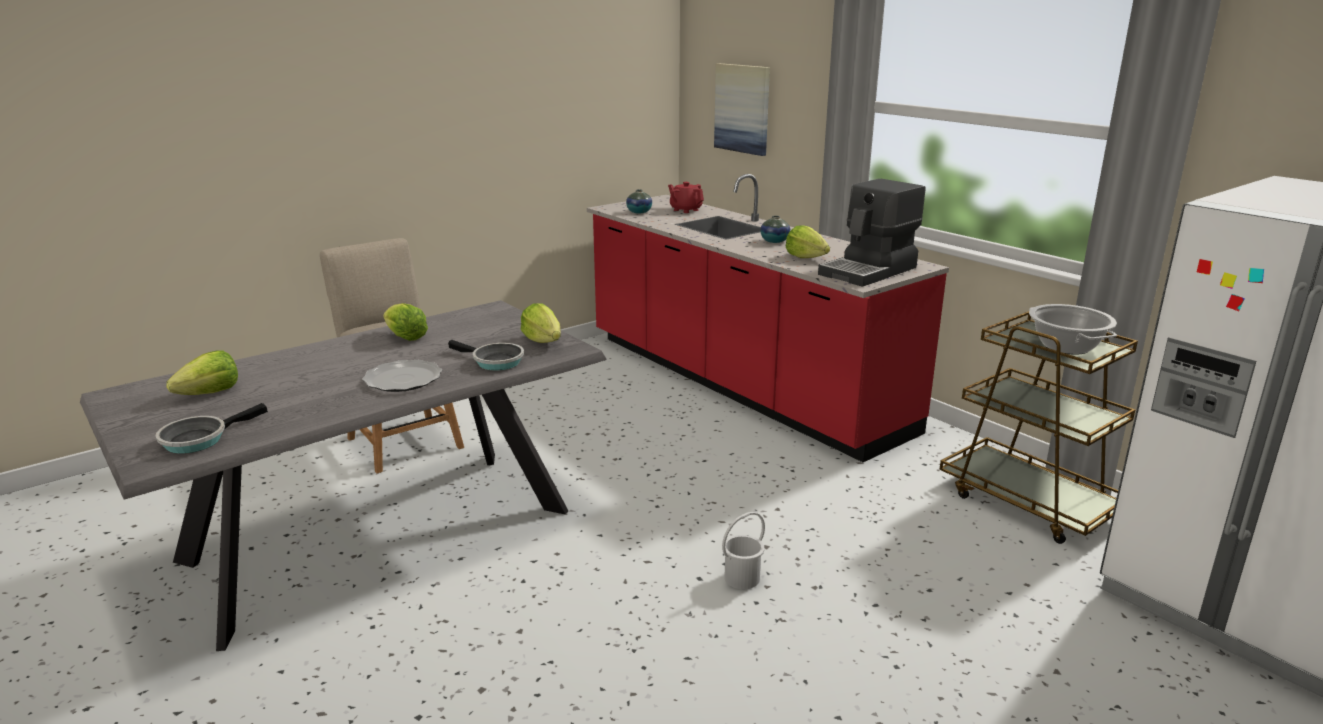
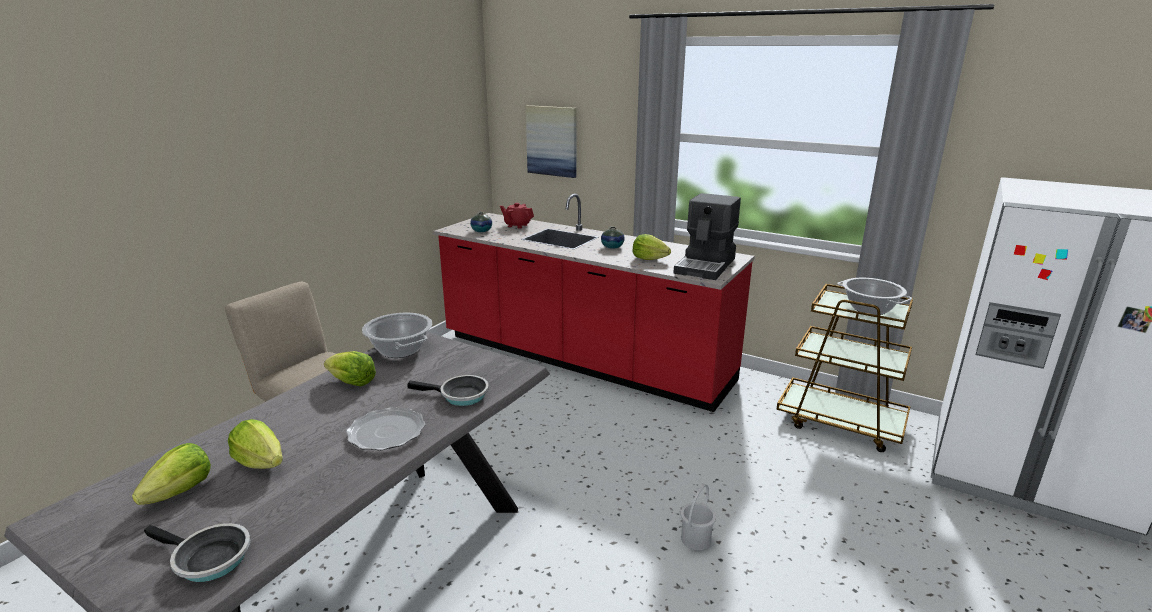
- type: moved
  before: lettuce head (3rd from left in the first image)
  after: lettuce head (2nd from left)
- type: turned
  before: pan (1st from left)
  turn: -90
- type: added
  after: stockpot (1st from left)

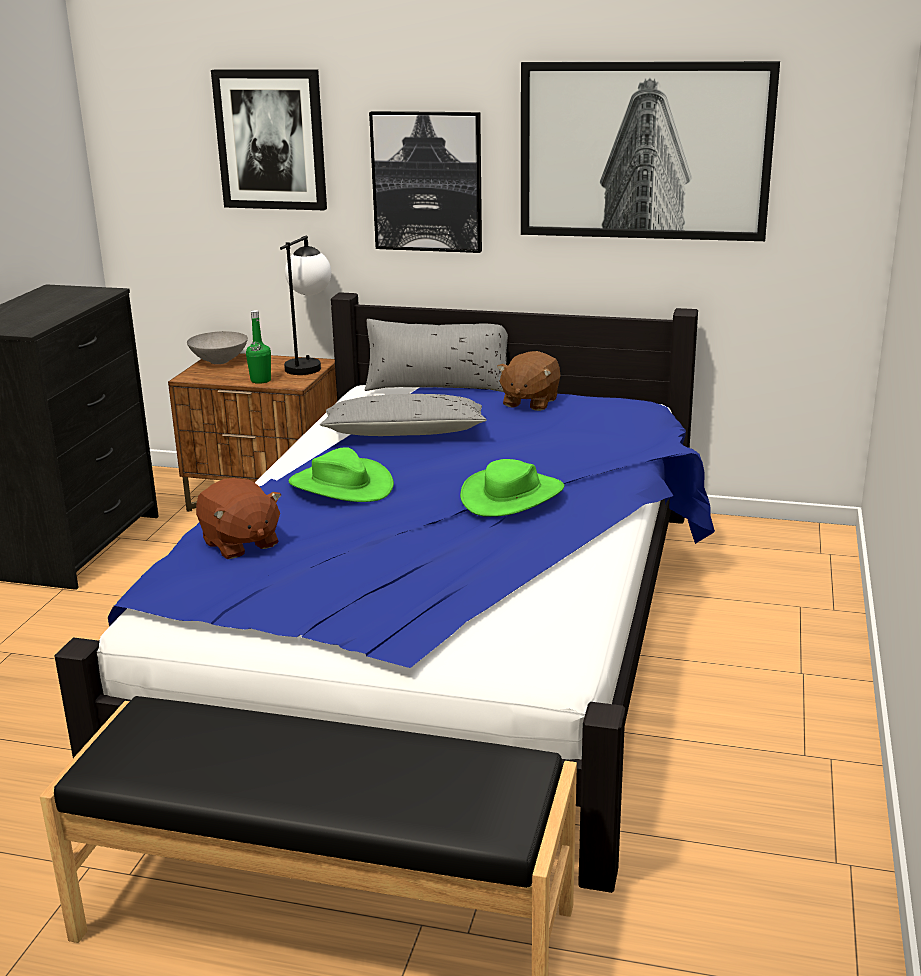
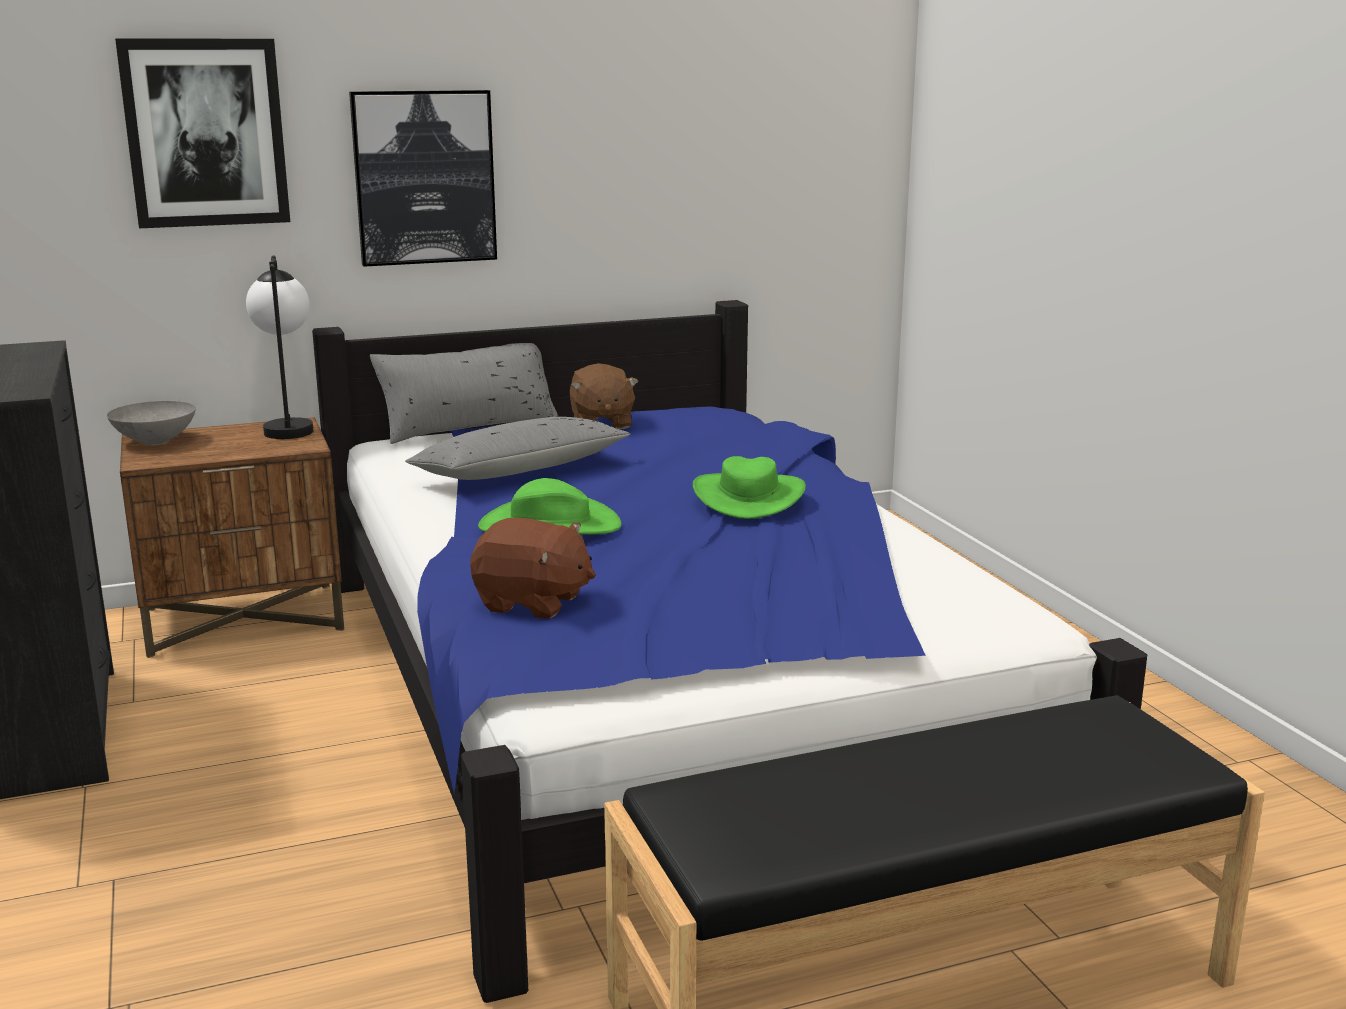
- type: removed
  before: wall picture (3rd from left)
- type: removed
  before: green-coloured drink bottle

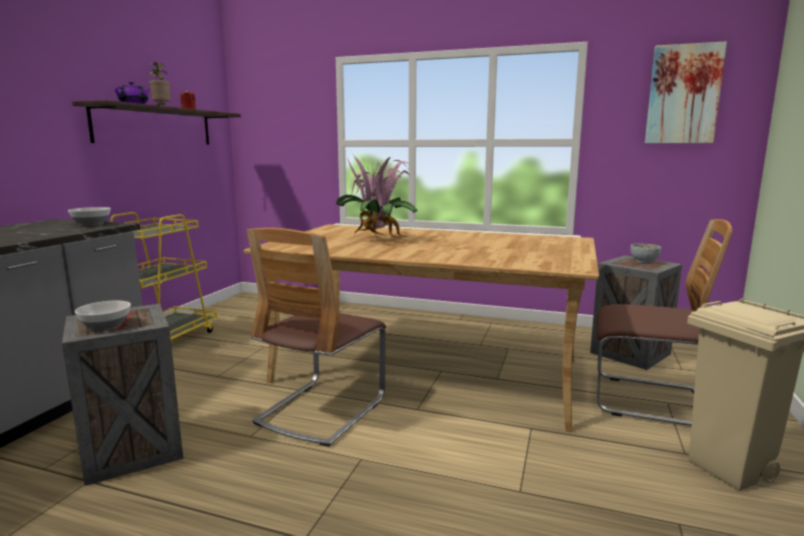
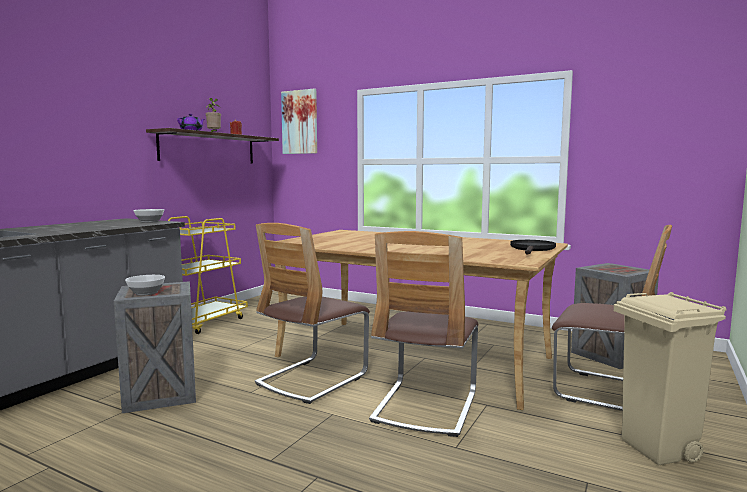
- type: moved
  before: wall picture
- type: removed
  before: houseplant (2nd from left)
- type: removed
  before: bowl (3rd from left)
- type: added
  after: chair (2nd from left)
- type: added
  after: black-coloured pan

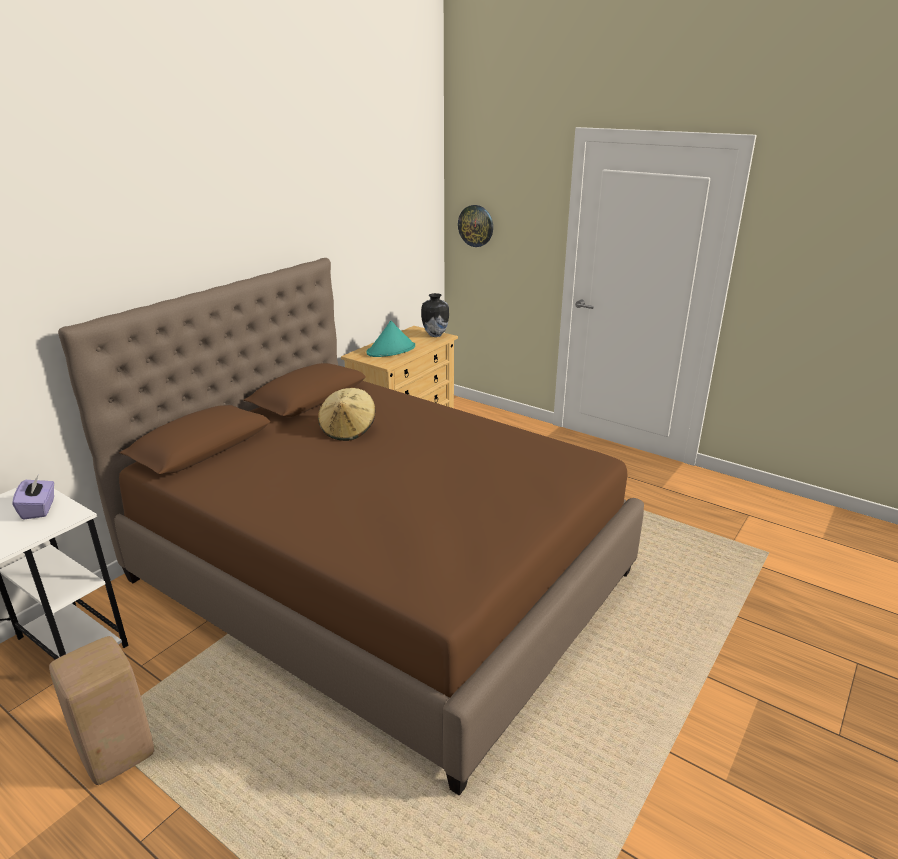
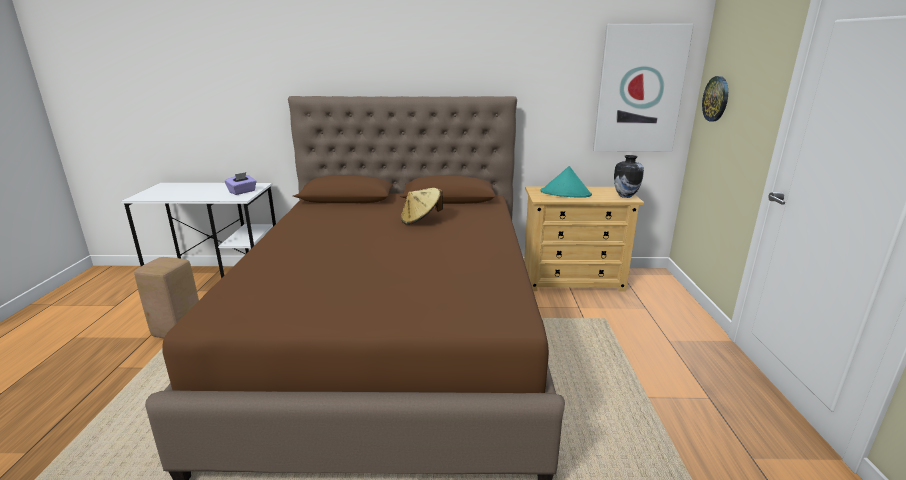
- type: added
  after: wall picture

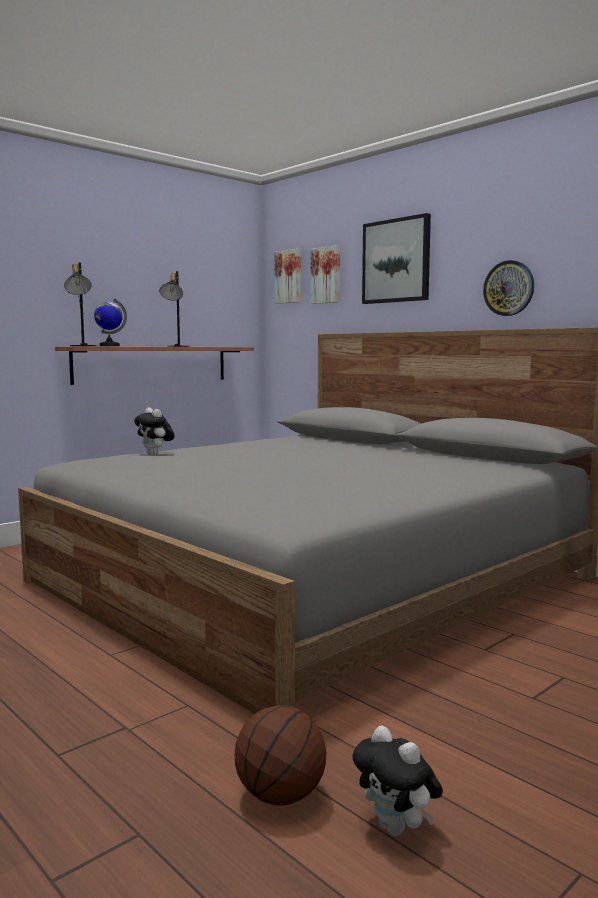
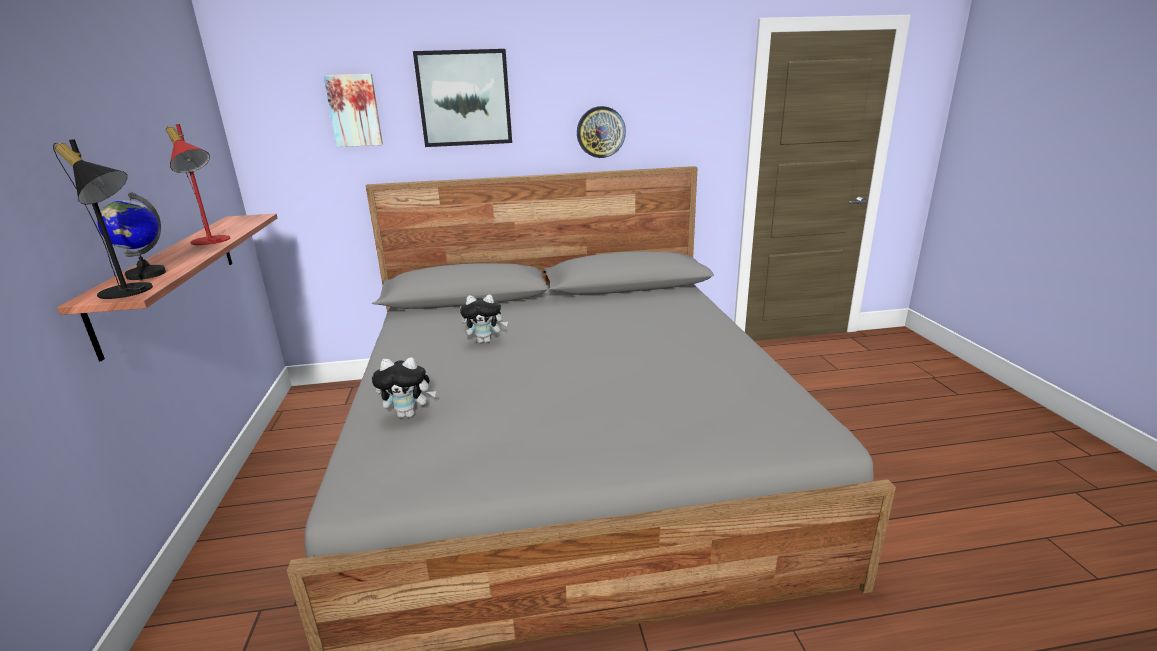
- type: removed
  before: wall picture (1st from left)
- type: recoloured
  before: black-coloured tabletop lamp (2nd from left)
  after: red-coloured tabletop lamp
- type: removed
  before: ball for basketball
- type: moved
  before: plush toy (2nd from left)

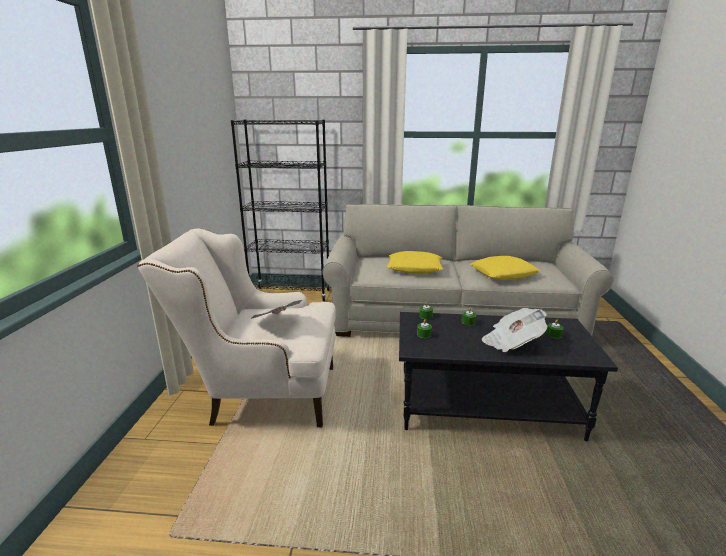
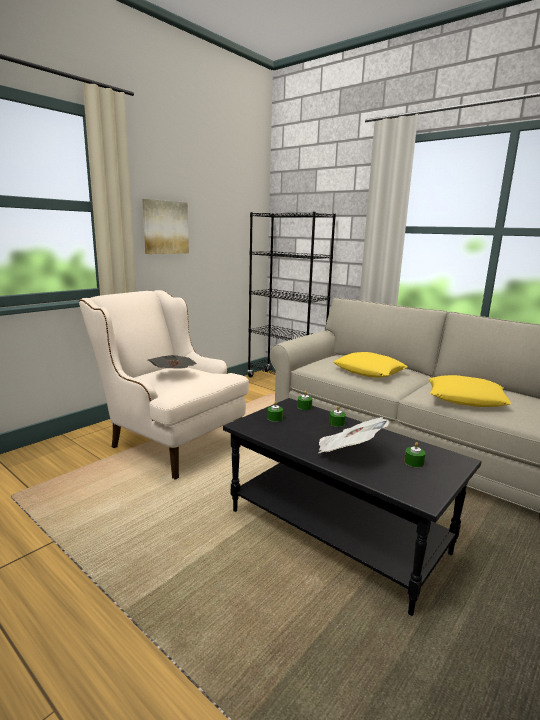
- type: added
  after: wall picture

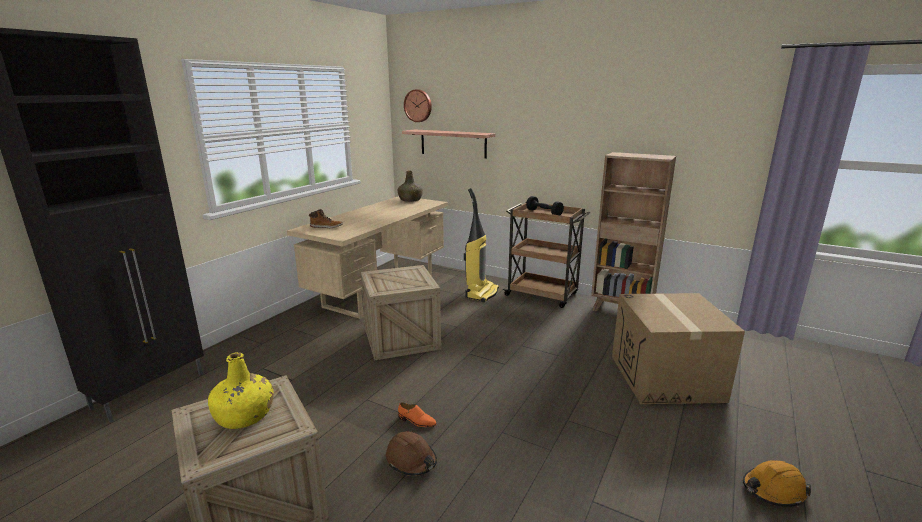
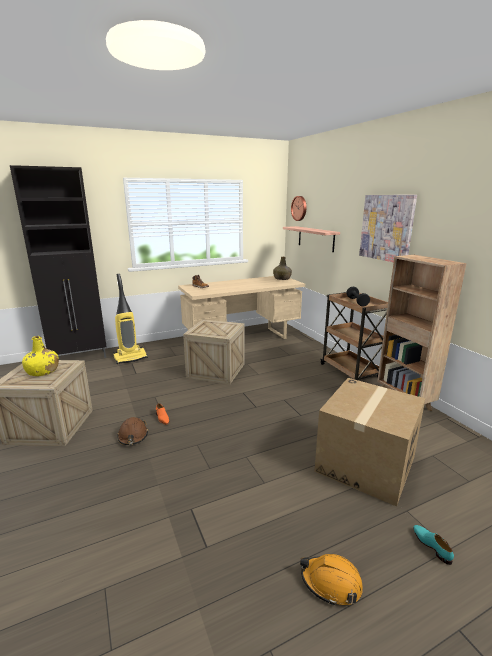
- type: moved
  before: vacuum
- type: added
  after: wall picture
- type: added
  after: turquoise-coloured item of footwear

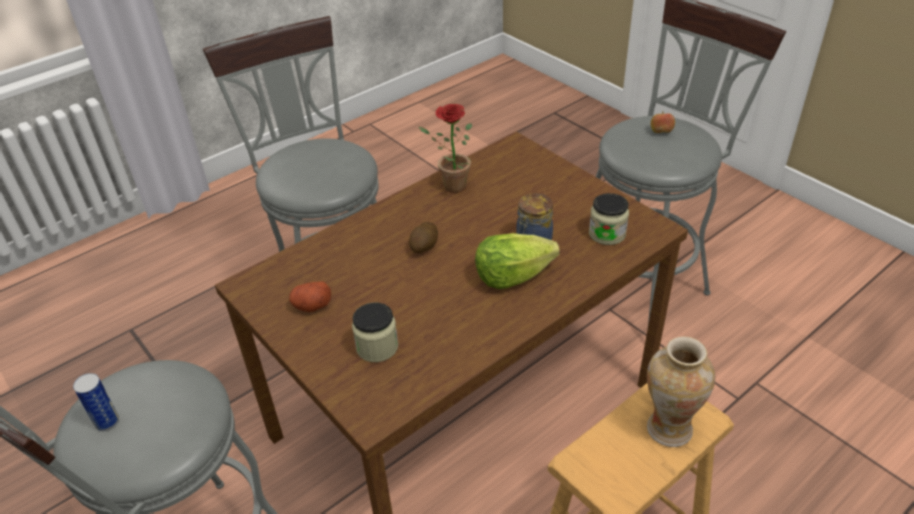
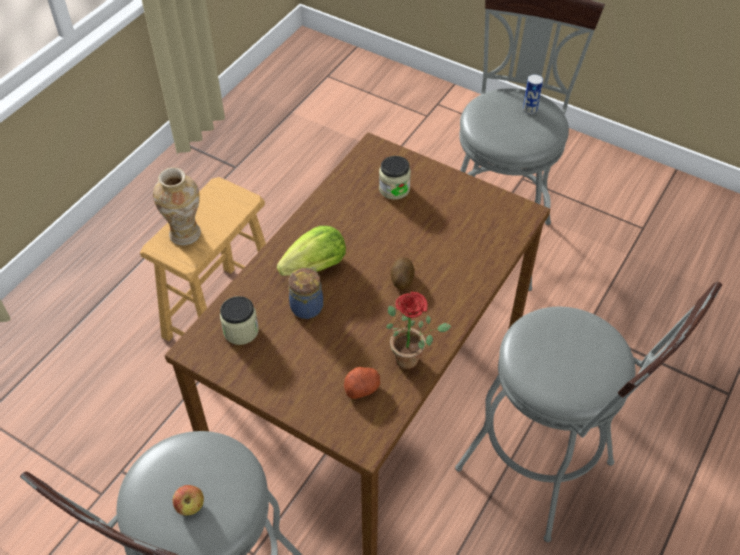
- type: moved
  before: potato (1st from left)

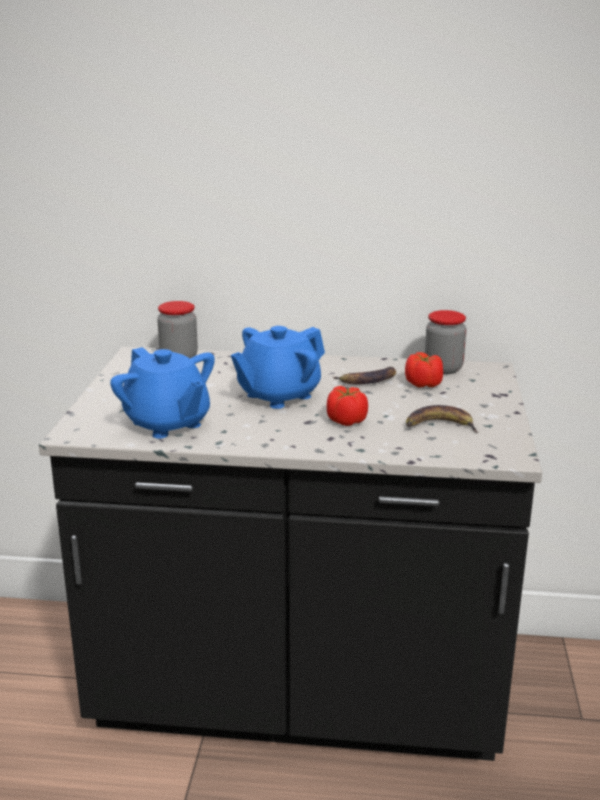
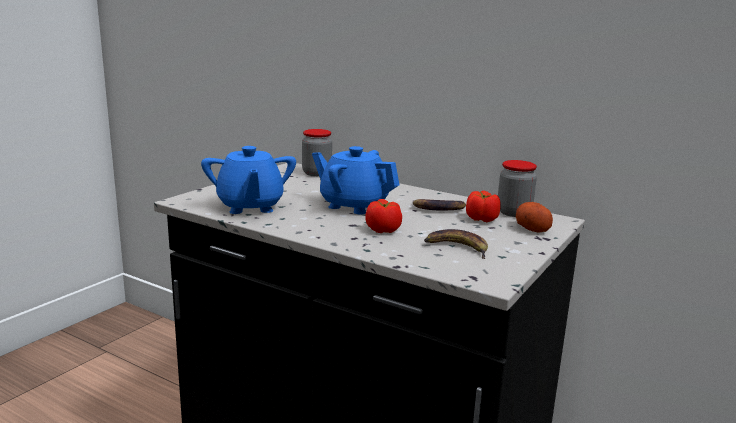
- type: turned
  before: bluish pot for tea (2nd from left)
  turn: 45
- type: added
  after: potato

